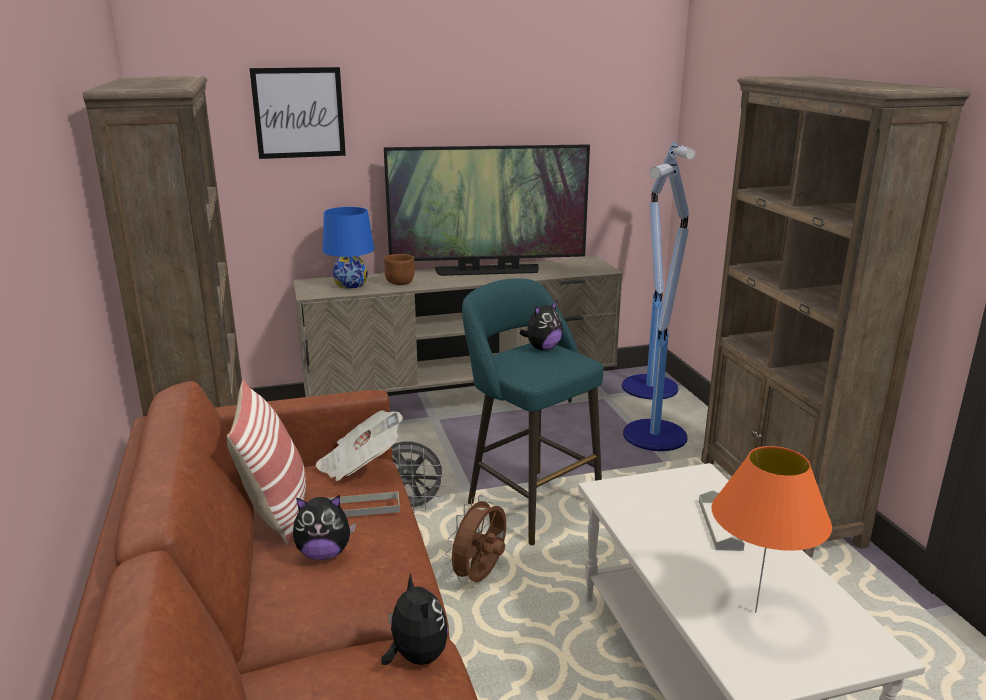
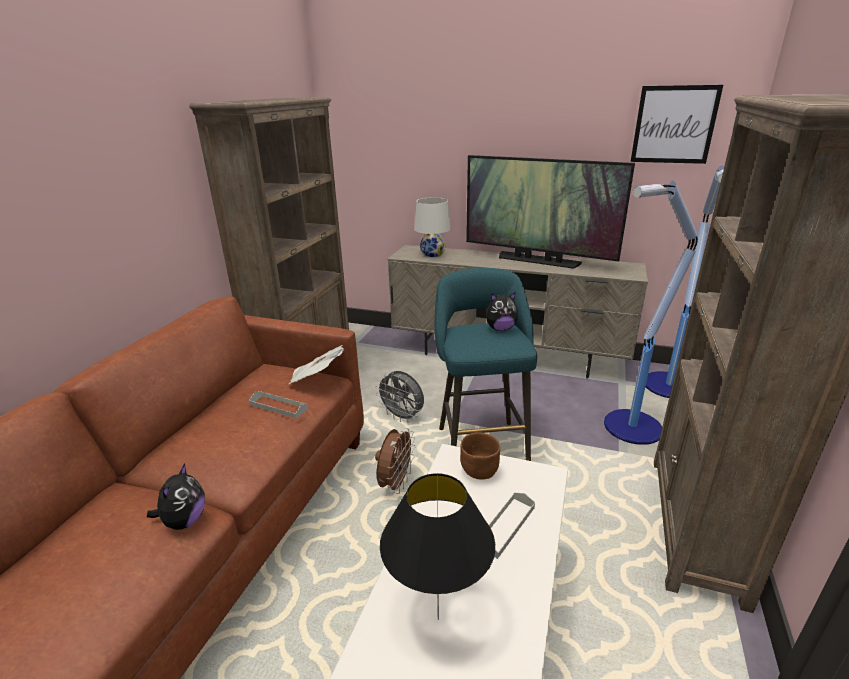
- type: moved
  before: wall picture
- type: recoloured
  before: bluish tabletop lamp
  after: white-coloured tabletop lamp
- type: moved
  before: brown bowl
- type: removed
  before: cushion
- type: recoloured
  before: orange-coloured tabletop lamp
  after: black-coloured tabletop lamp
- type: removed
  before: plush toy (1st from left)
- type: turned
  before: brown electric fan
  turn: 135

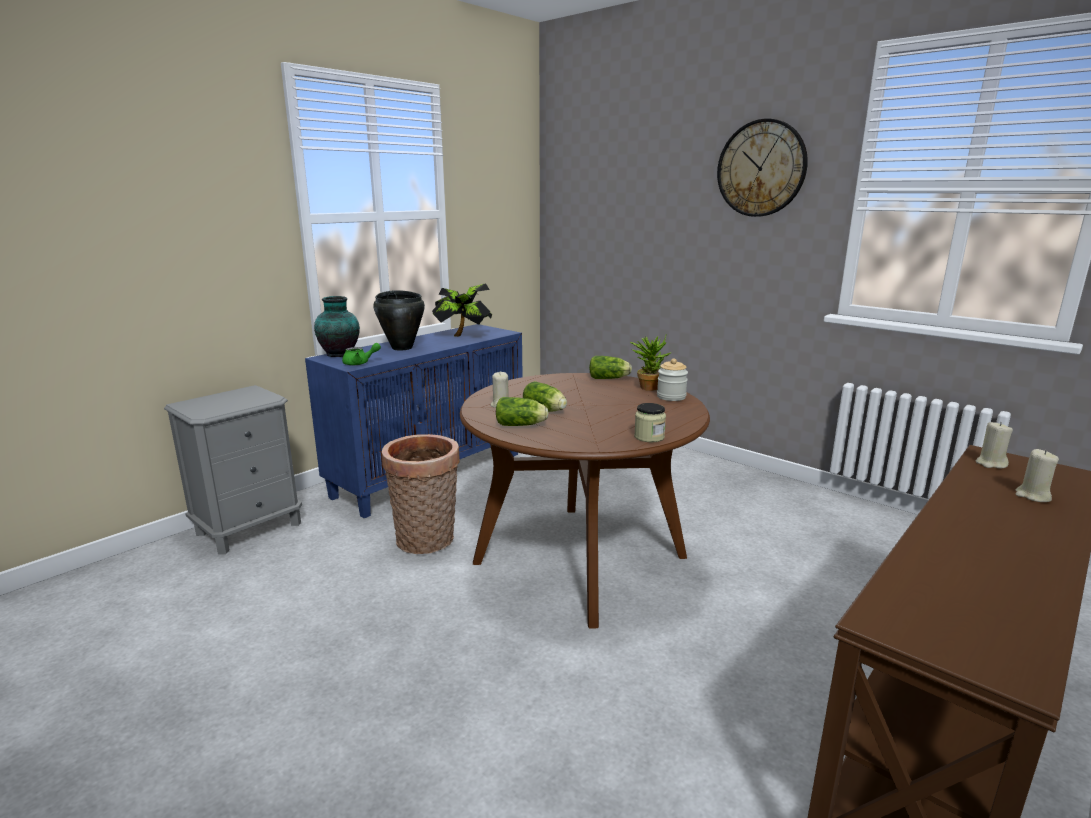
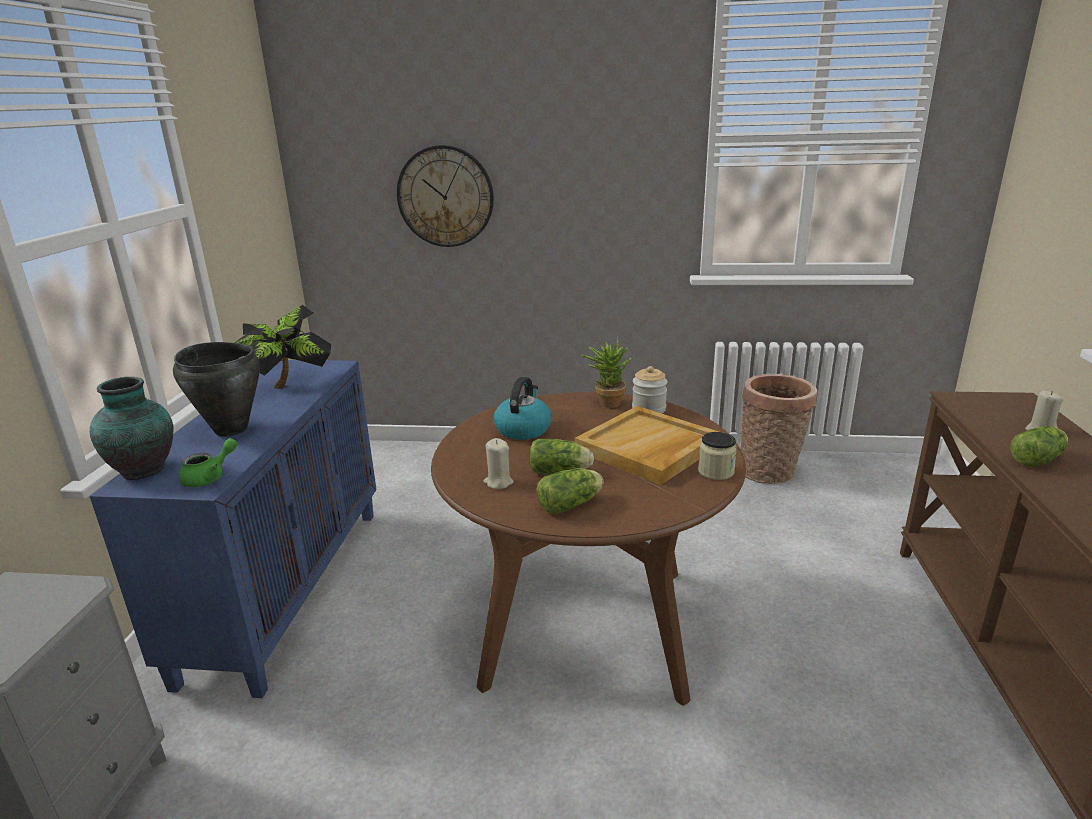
- type: moved
  before: hanging clock
- type: moved
  before: lettuce head (3rd from left)
- type: removed
  before: sand-coloured wax light (2nd from left)
- type: moved
  before: household basket
- type: added
  after: tea kettle
- type: added
  after: sand-coloured tray

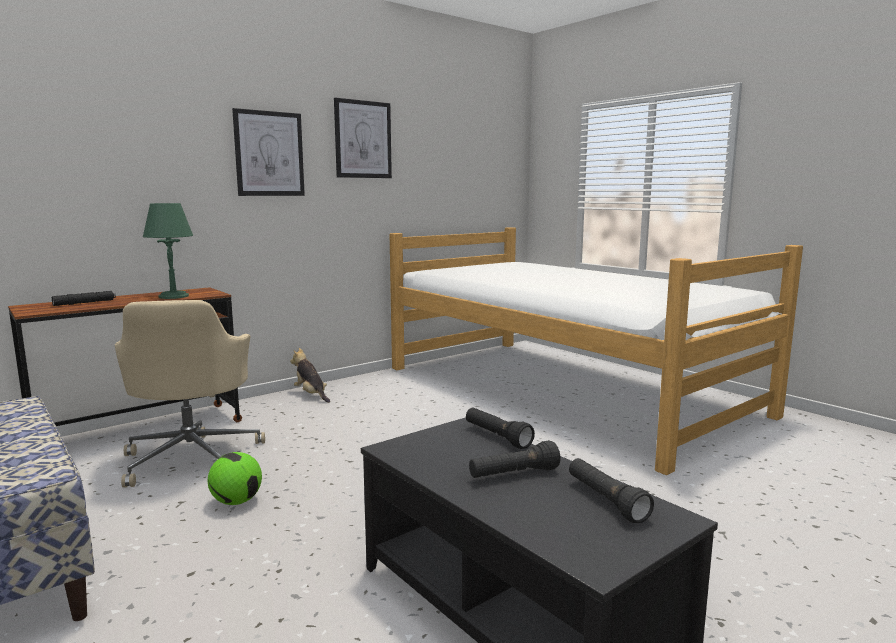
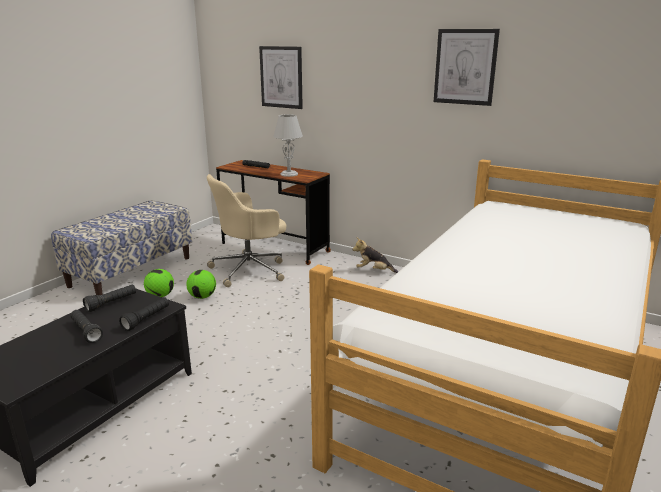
- type: moved
  before: wall picture (1st from left)
- type: recoloured
  before: green-coloured tabletop lamp
  after: gray tabletop lamp
- type: turned
  before: plush toy
  turn: -105
- type: moved
  before: black-coloured flashlight (4th from left in the first image)
  after: black-coloured flashlight (2nd from left)
- type: added
  after: ball for football (1st from left)

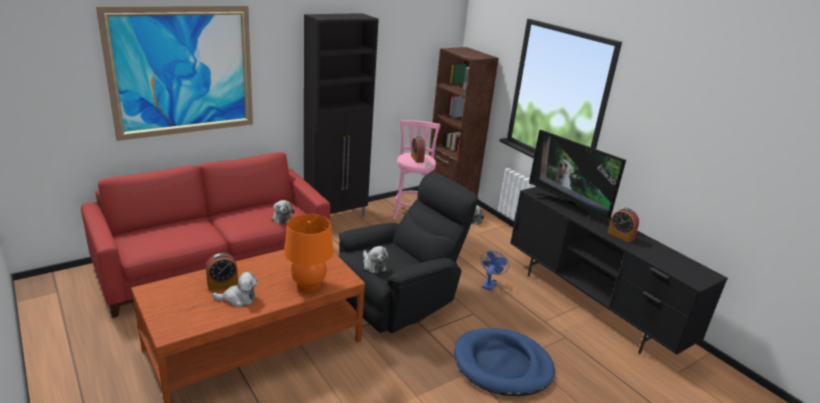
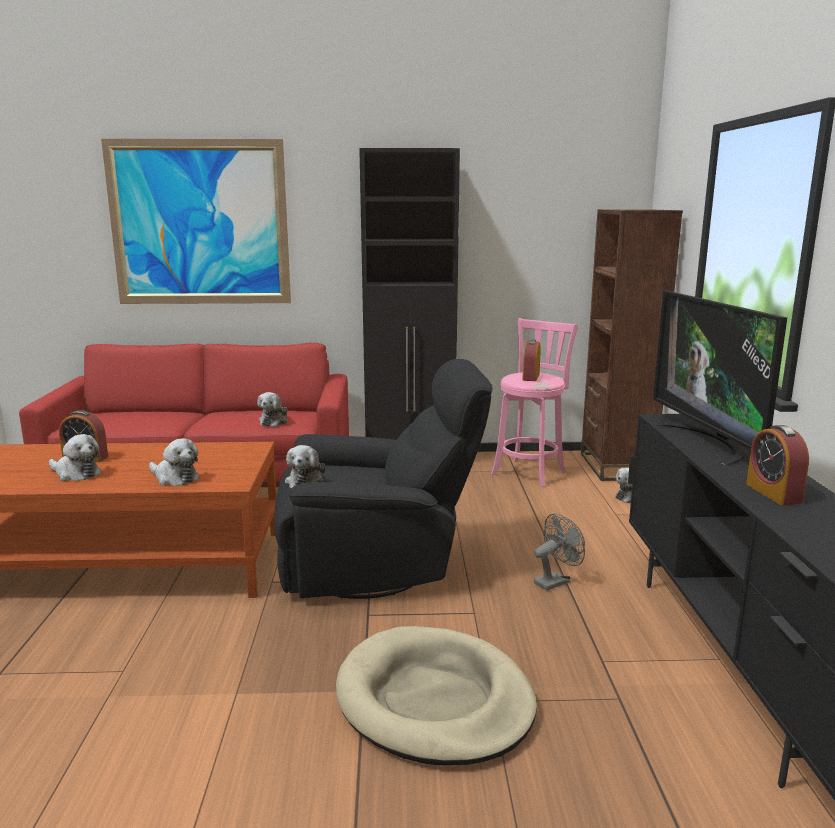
- type: replaced
  before: orange-coloured tabletop lamp
  after: plush toy (2nd from left)
- type: recoloured
  before: bluish electric fan
  after: gray electric fan
- type: recoloured
  before: bluish dog cushion
  after: sand-coloured dog cushion

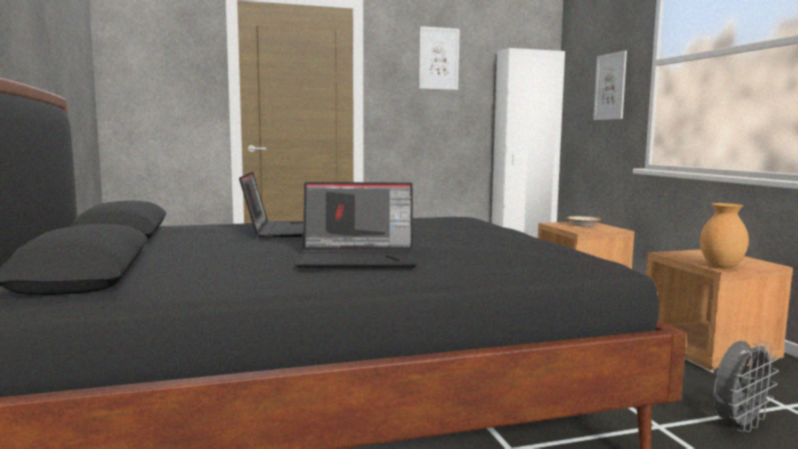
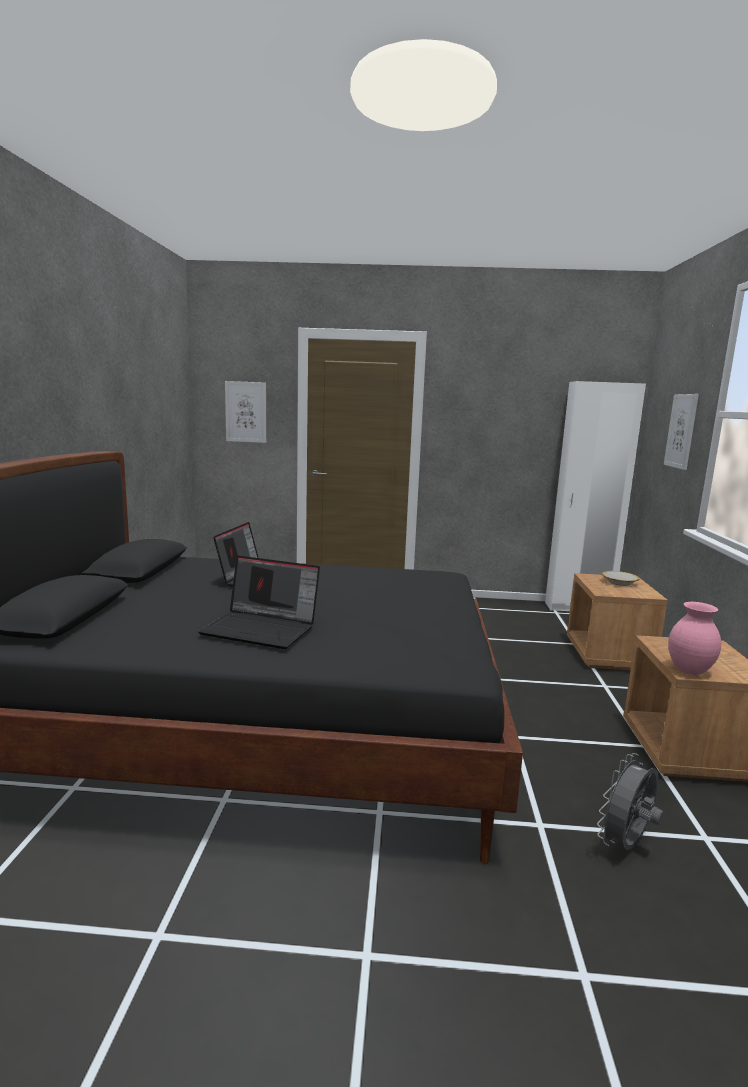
- type: moved
  before: wall picture (1st from left)
- type: recoloured
  before: brown vase
  after: pink-coloured vase
- type: turned
  before: gray electric fan
  turn: 150

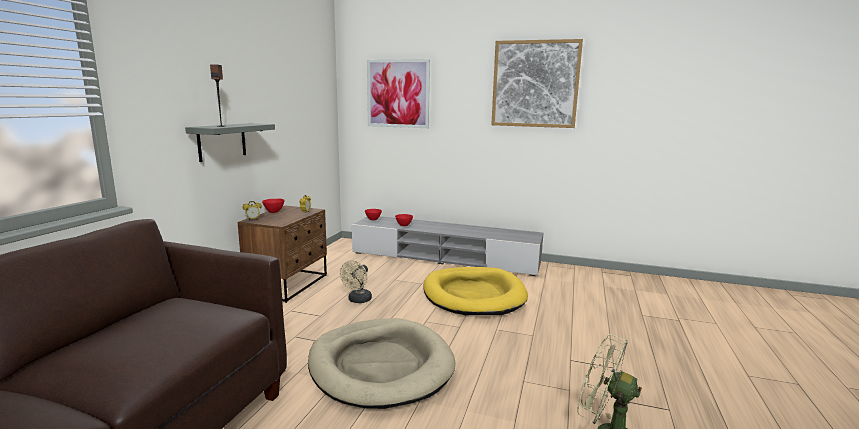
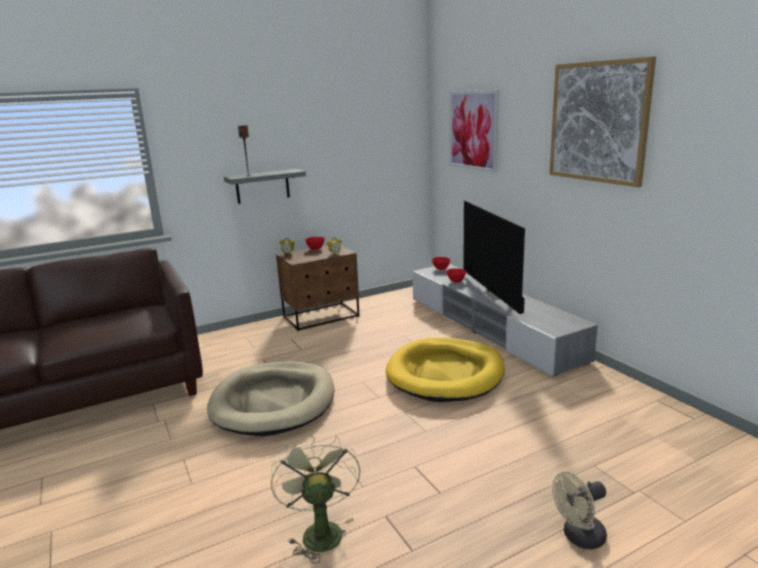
- type: moved
  before: sand-coloured electric fan
- type: added
  after: television

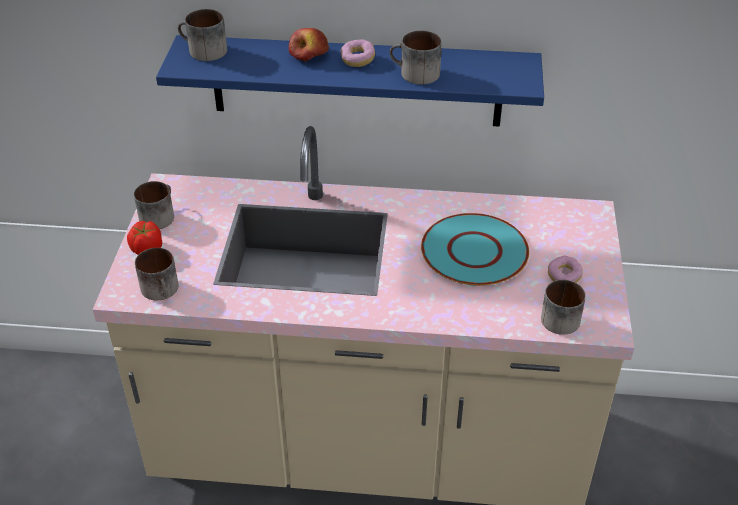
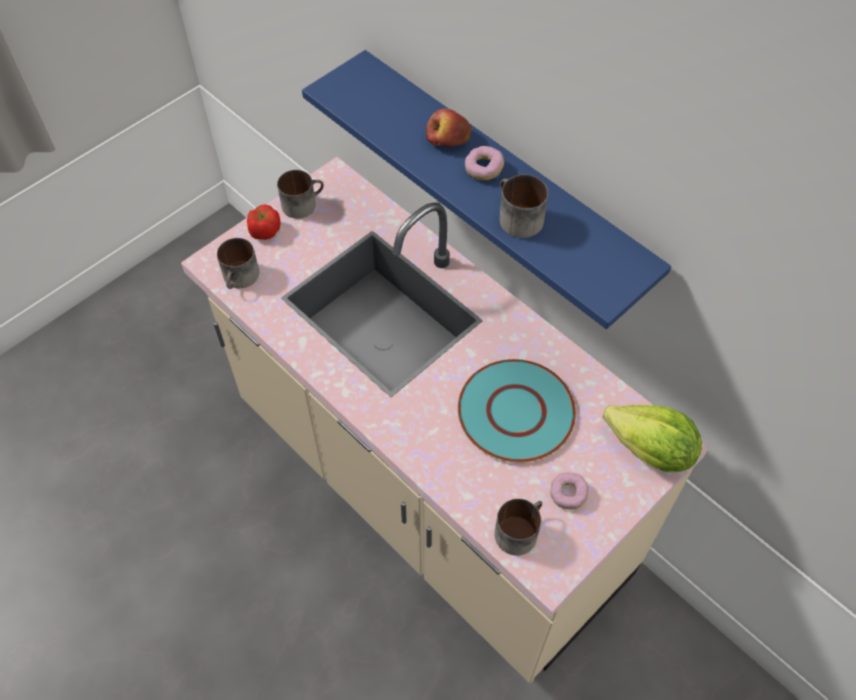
- type: removed
  before: coffee mug (3rd from left)
- type: added
  after: lettuce head

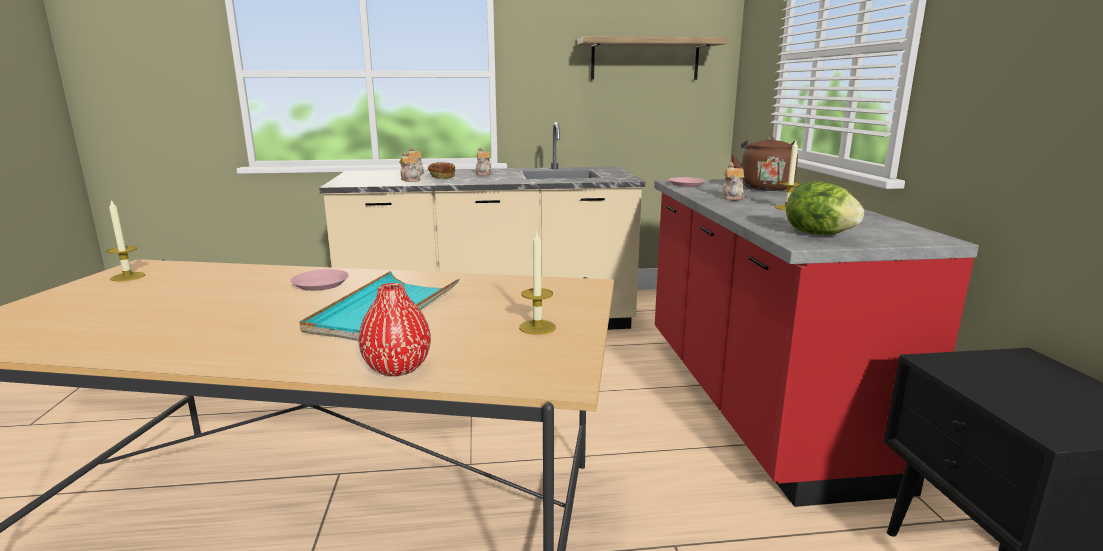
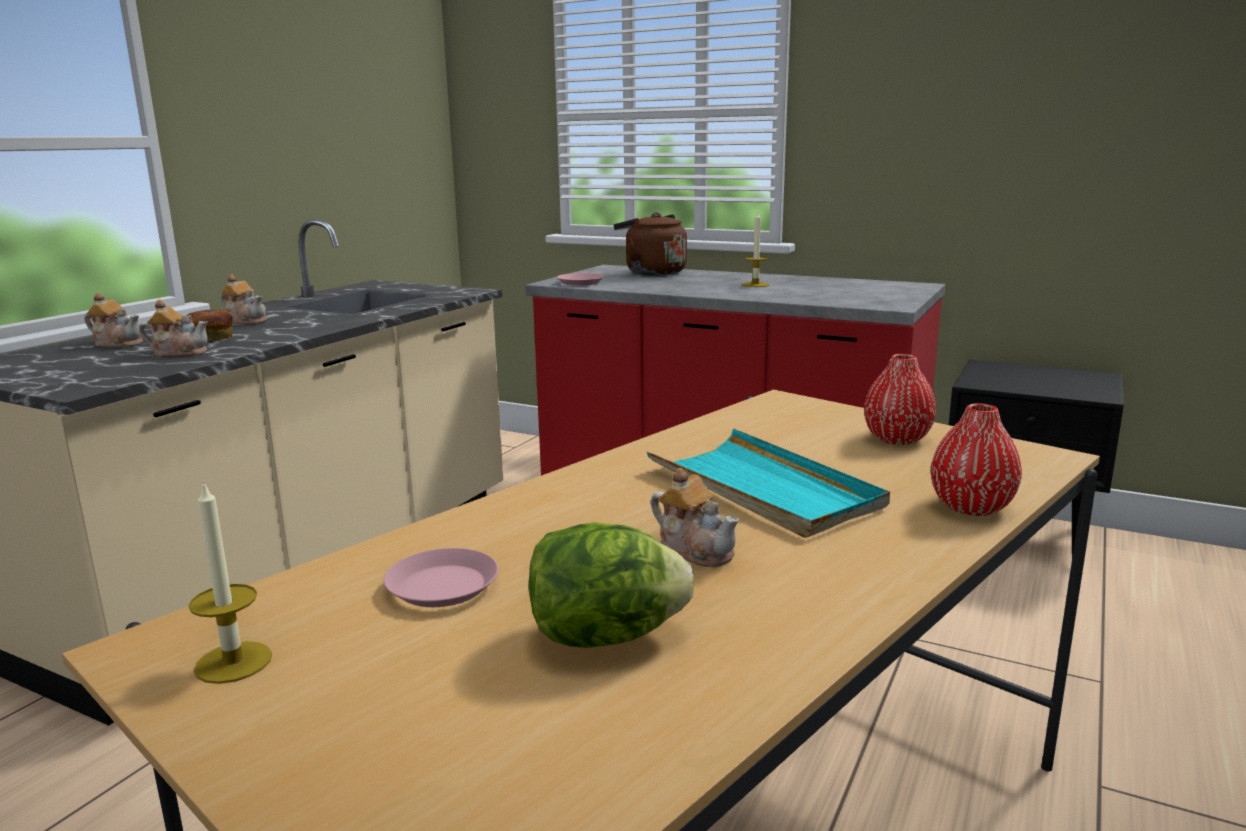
- type: removed
  before: wall shelf
- type: moved
  before: pot for tea (4th from left)
- type: moved
  before: lettuce head
- type: replaced
  before: wax light (2nd from left)
  after: red-coloured vase (1st from left)
- type: moved
  before: pink-coloured plate (1st from left)

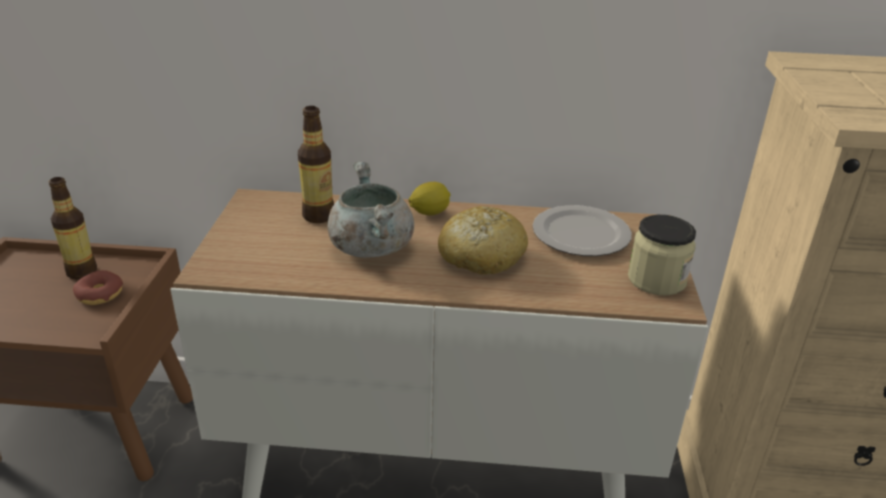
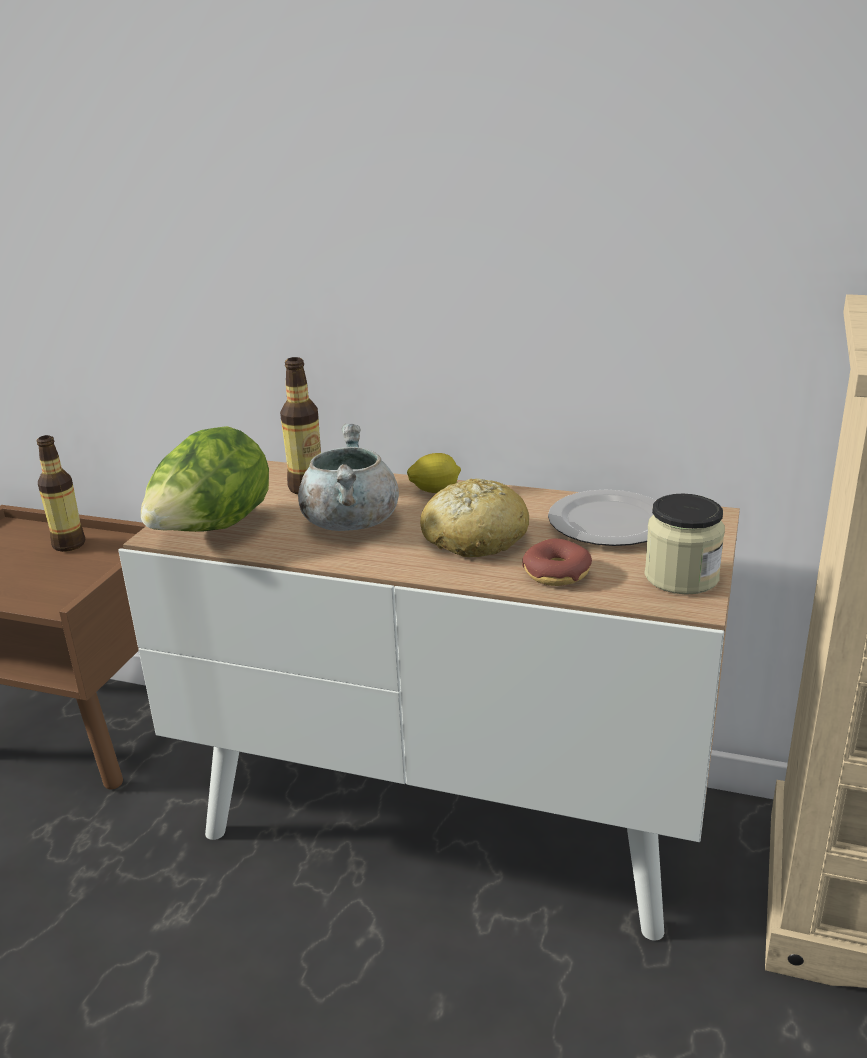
- type: moved
  before: ring doughnut
- type: added
  after: lettuce head

